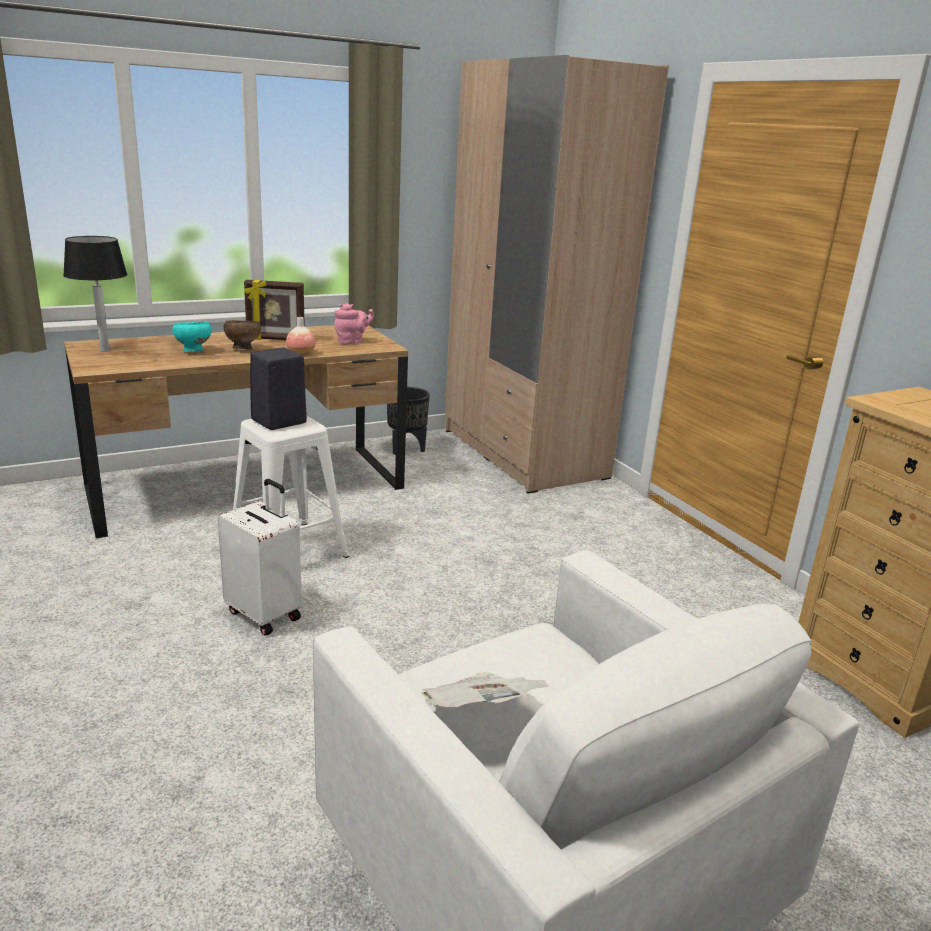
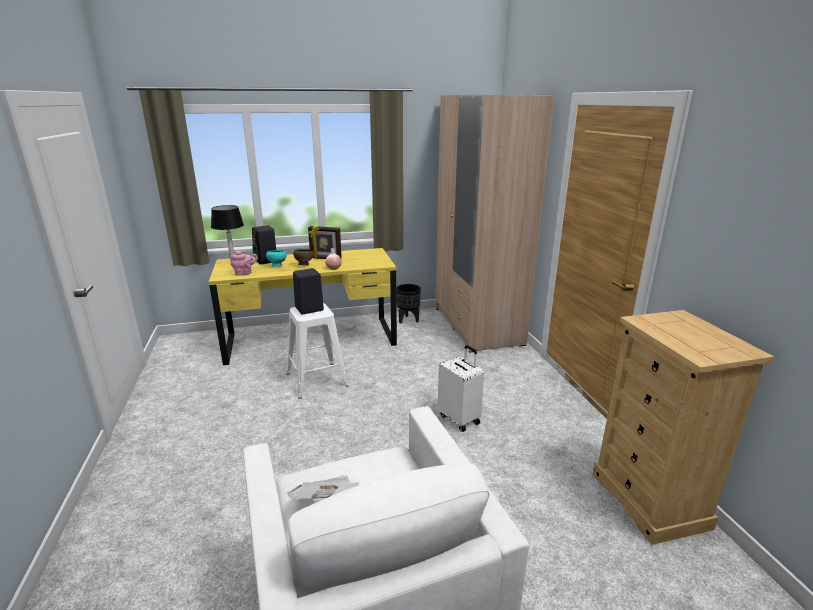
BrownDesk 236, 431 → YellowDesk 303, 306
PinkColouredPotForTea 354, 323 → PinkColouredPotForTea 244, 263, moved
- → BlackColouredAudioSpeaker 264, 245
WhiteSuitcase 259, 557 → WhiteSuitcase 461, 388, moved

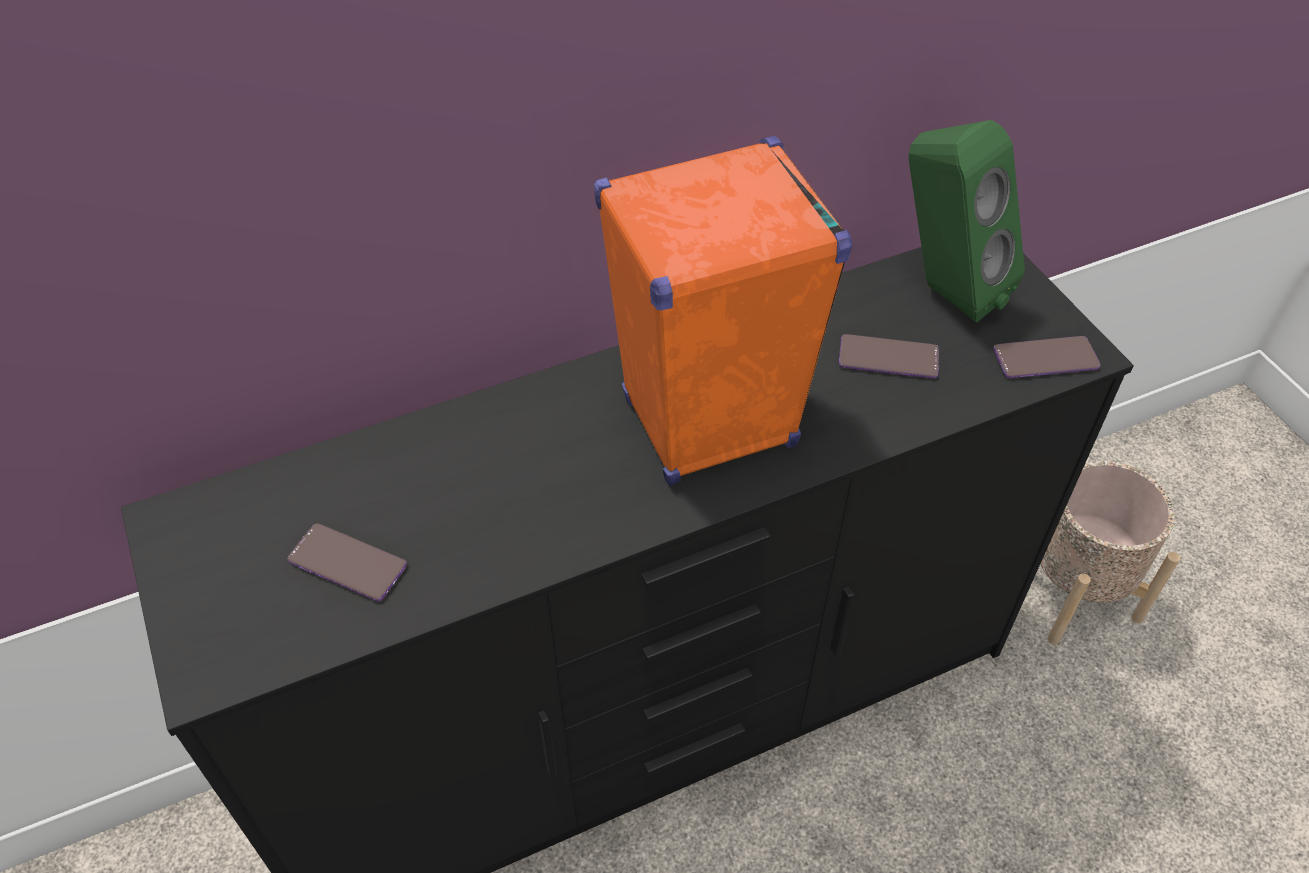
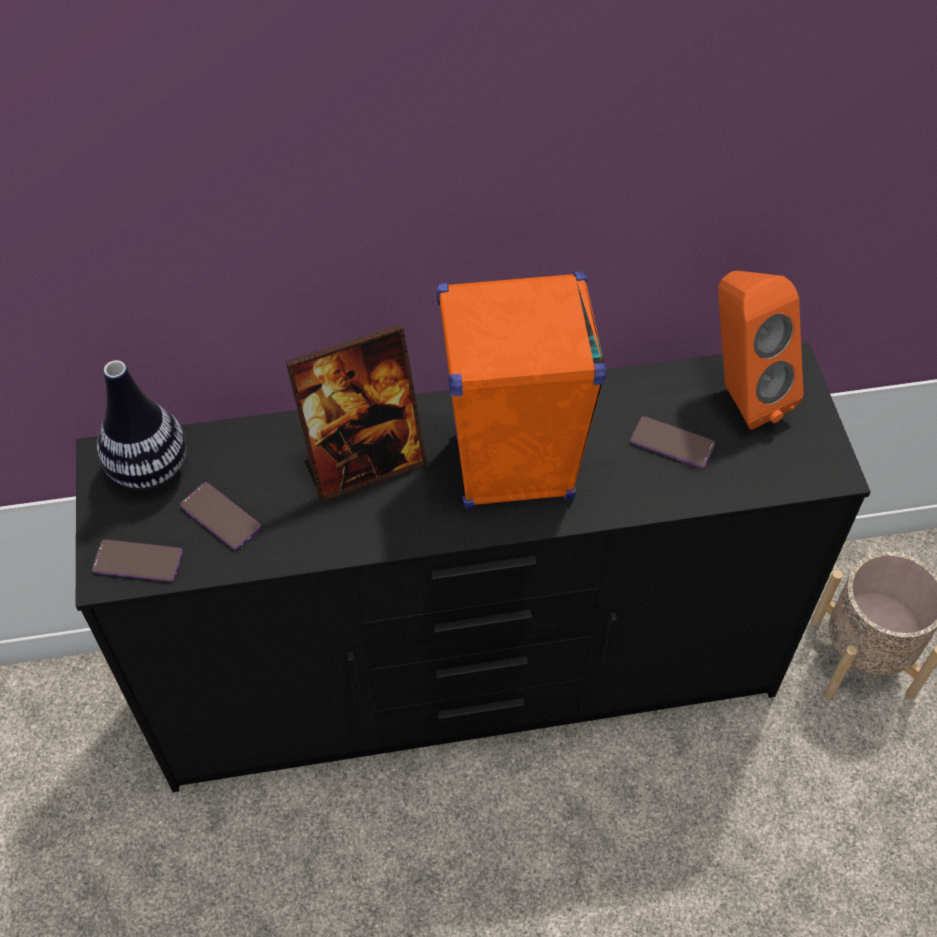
Phone 1046, 357 → Phone 137, 560, moved
- → FlowerVase 142, 424
- → PictureFrame 356, 412
GreenAudioSpeaker 967, 221 → OrangeyAudioSpeaker 761, 350

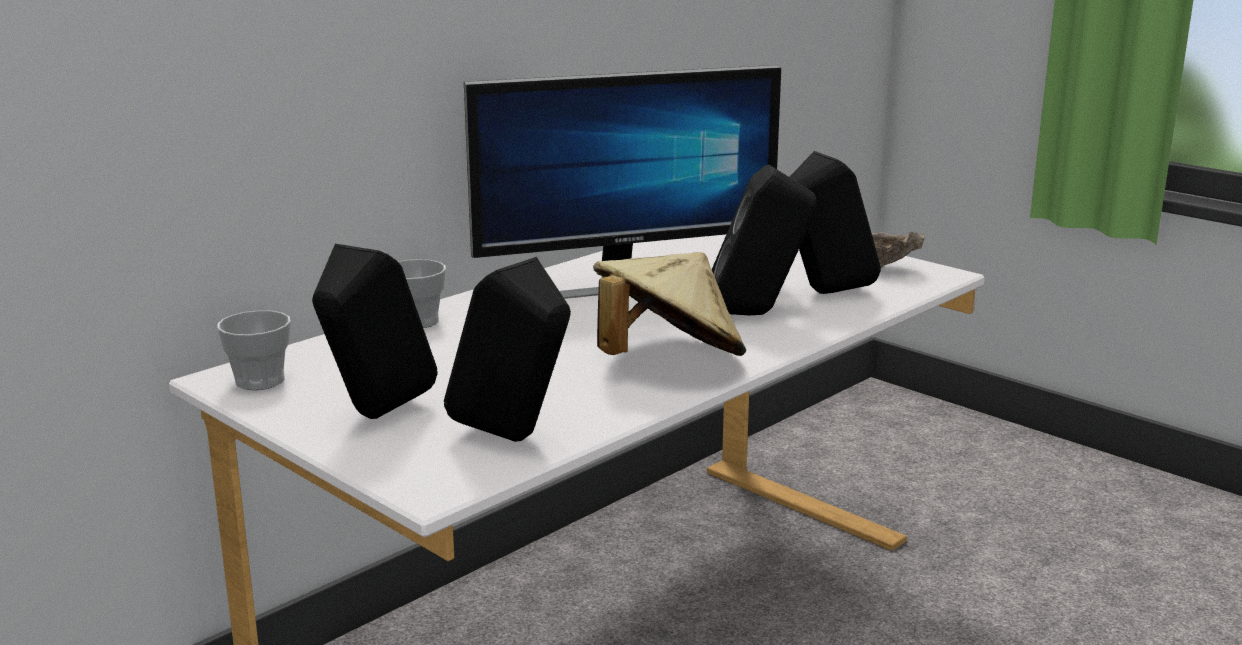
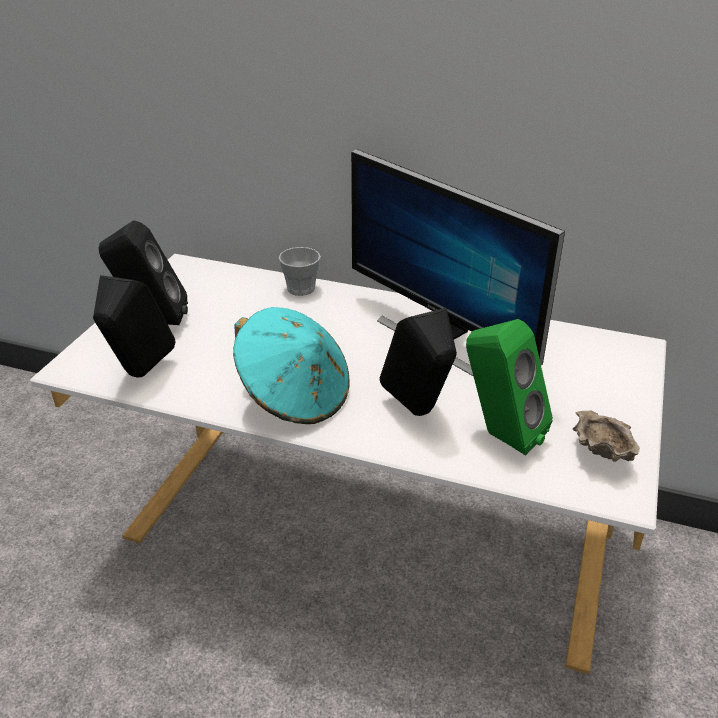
BeigeClothingHat 669, 304 → TurquoiseClothingHat 291, 365
BlackColouredAudioSpeaker 835, 222 → GreenAudioSpeaker 509, 387
SmallCup 254, 350 → -

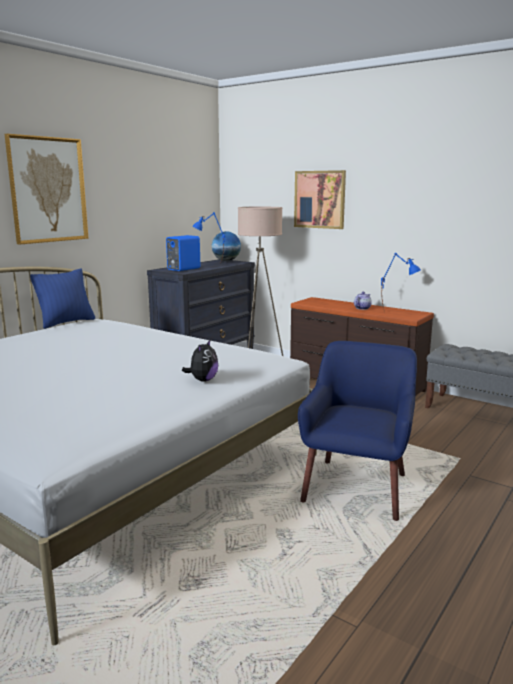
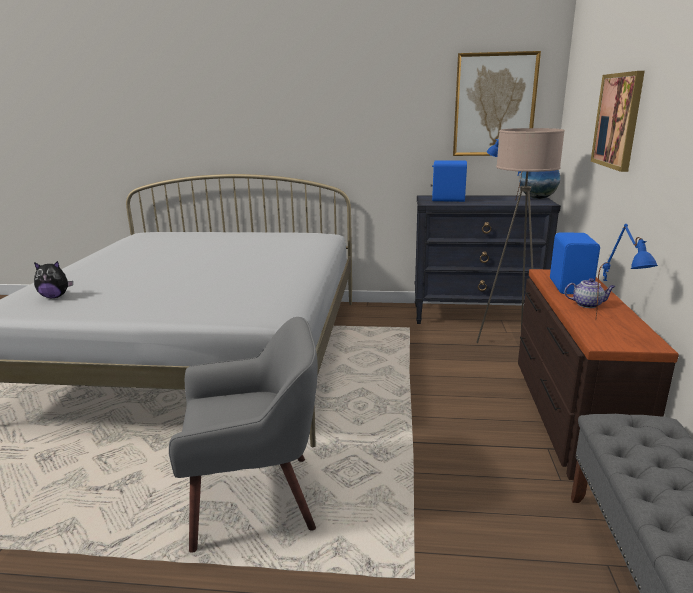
CuddlyToy 200, 361 → CuddlyToy 53, 279, moved
BluishEasyChair 357, 431 → GreyishEasyChair 243, 435
Picture 46, 189 → Picture 497, 103, moved
- → BluishAudioSpeaker 575, 263
BluishCushion 62, 299 → -

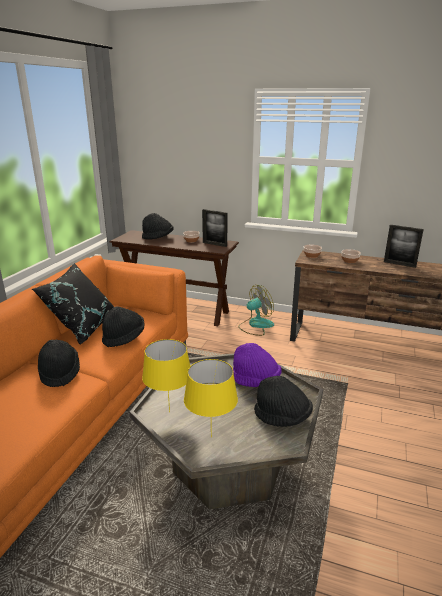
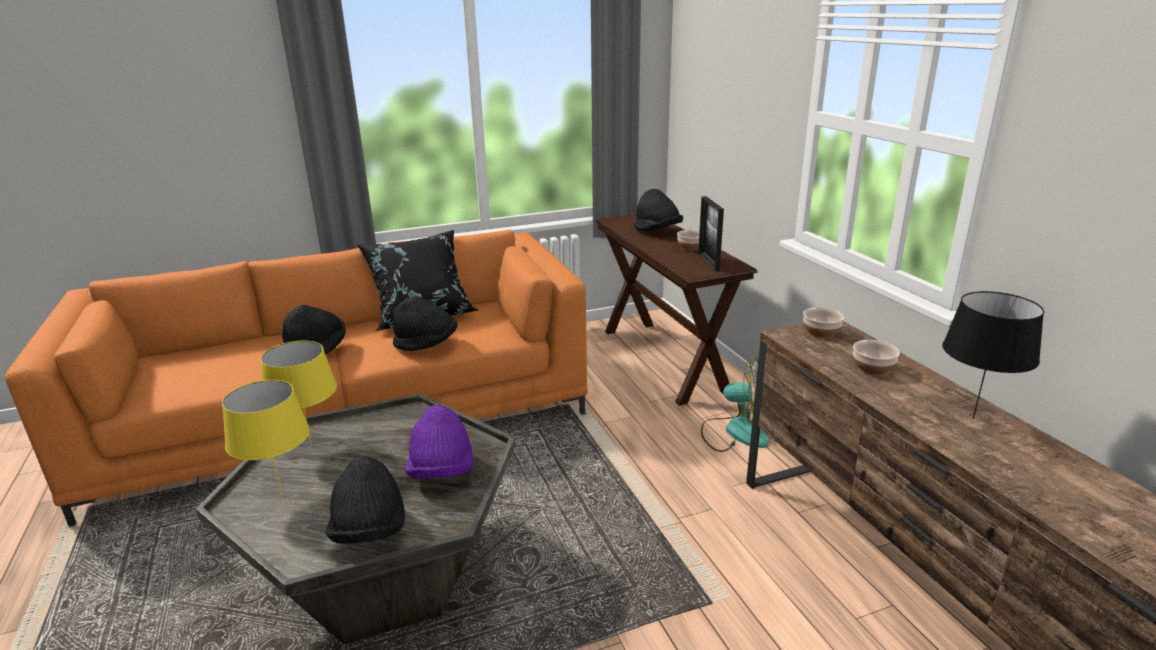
PictureFrame 404, 246 → BlackColouredLampForATable 993, 355

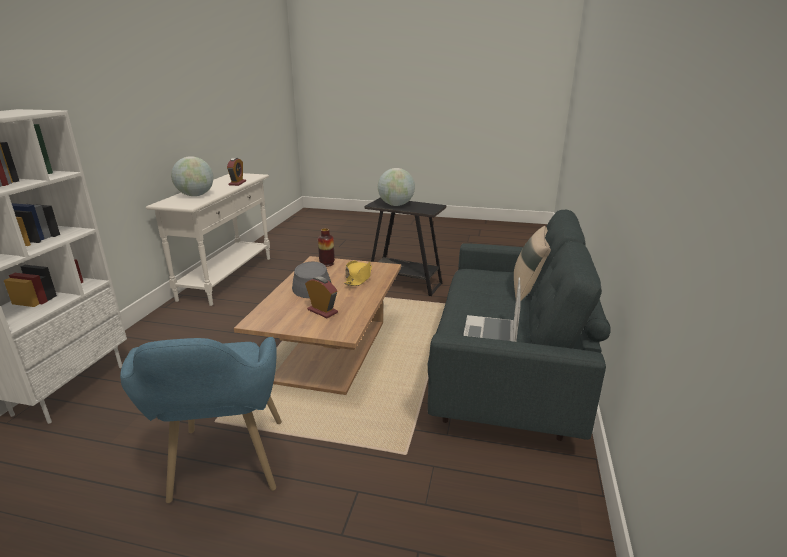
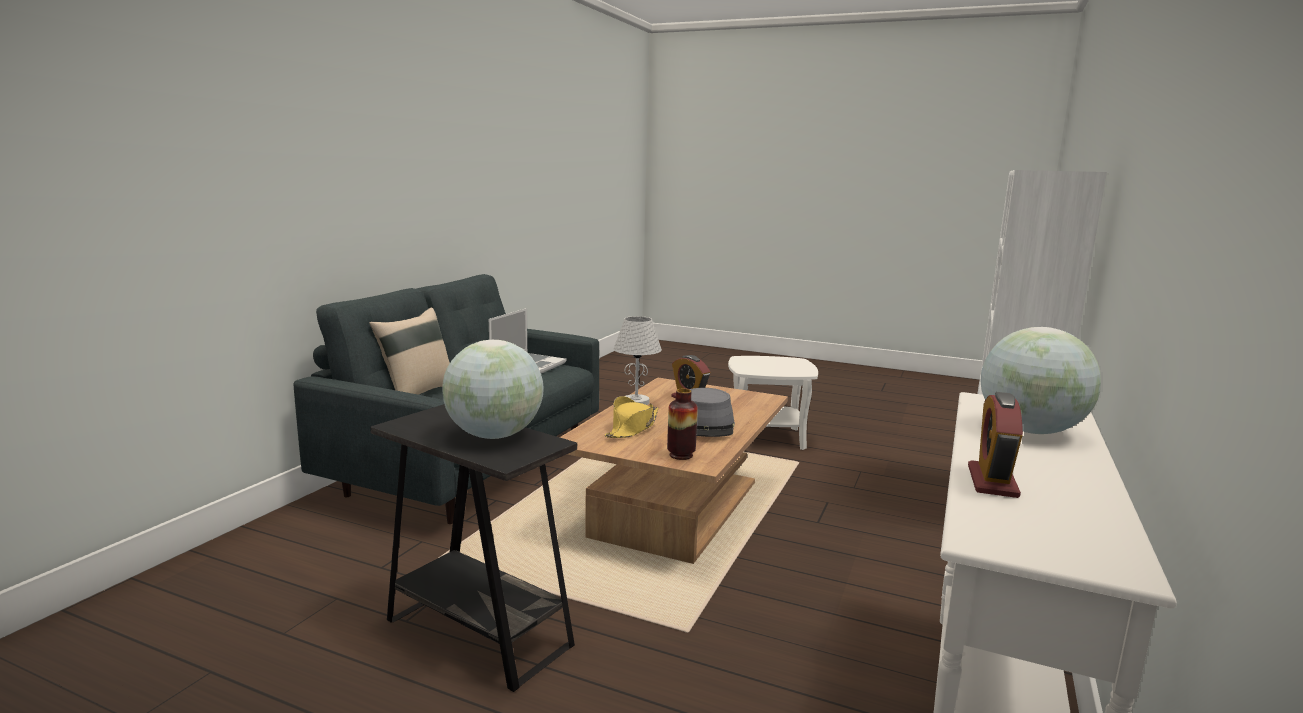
- → WhiteLampForATable 638, 360
BluishEasyChair 201, 420 → WhiteSideTable 773, 403

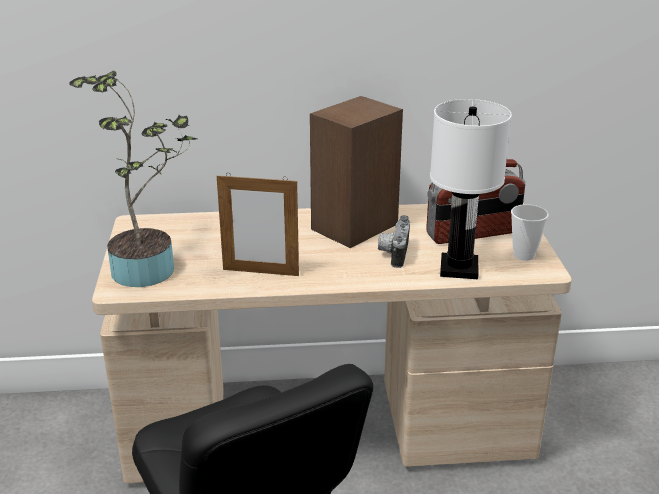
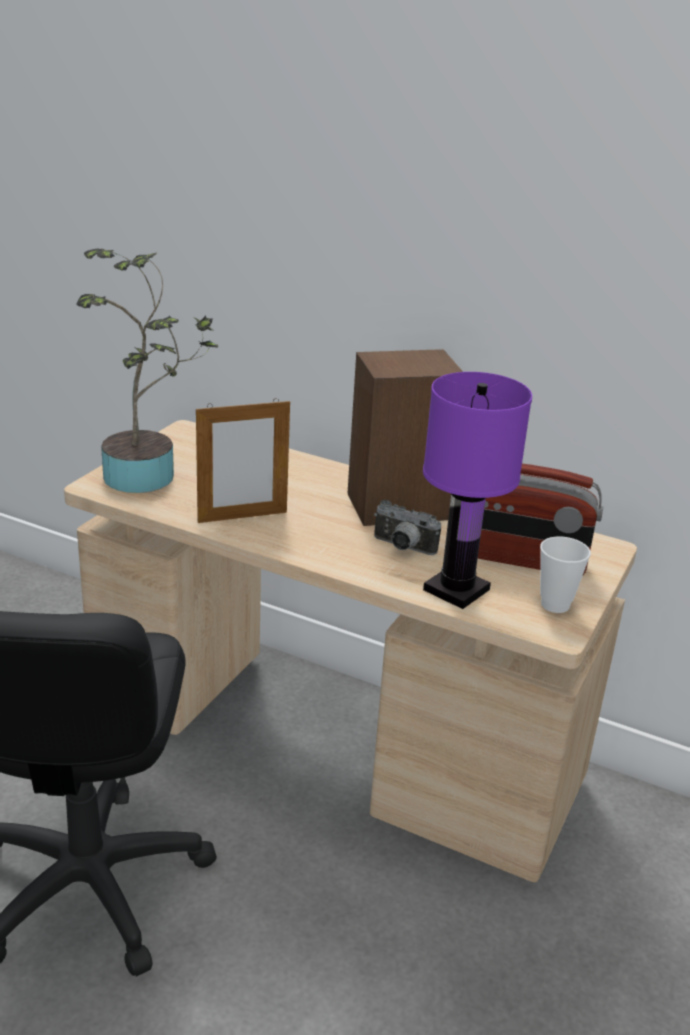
PictureFrame 258, 225 → PictureFrame 243, 460, 60 degrees counterclockwise
PhotoCamera 394, 241 → PhotoCamera 407, 527, 105 degrees counterclockwise
WhiteLampForATable 471, 189 → PurpleColouredLampForATable 477, 490

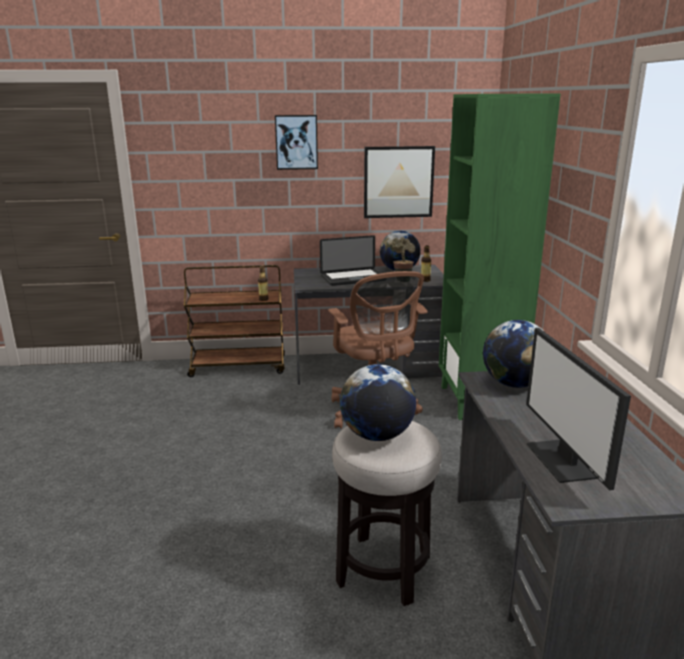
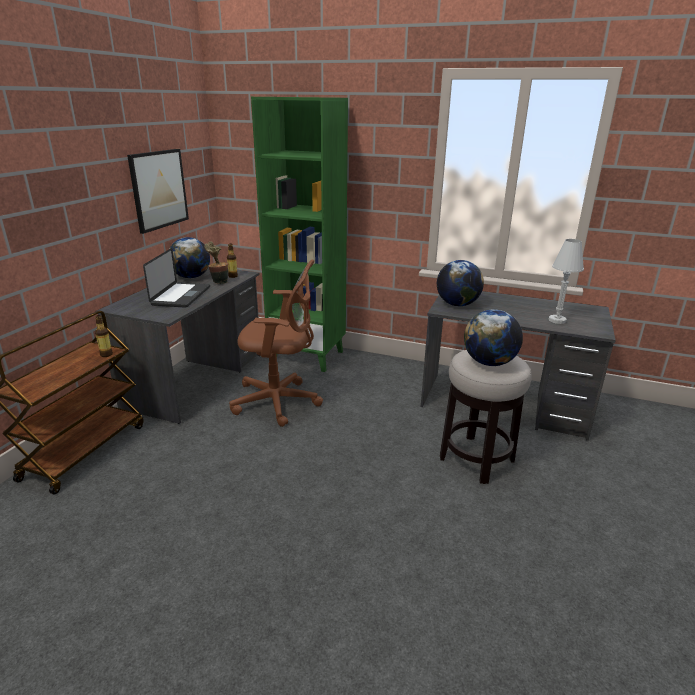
Monitor 578, 409 → WhiteLampForATable 566, 281
Picture 296, 142 → -

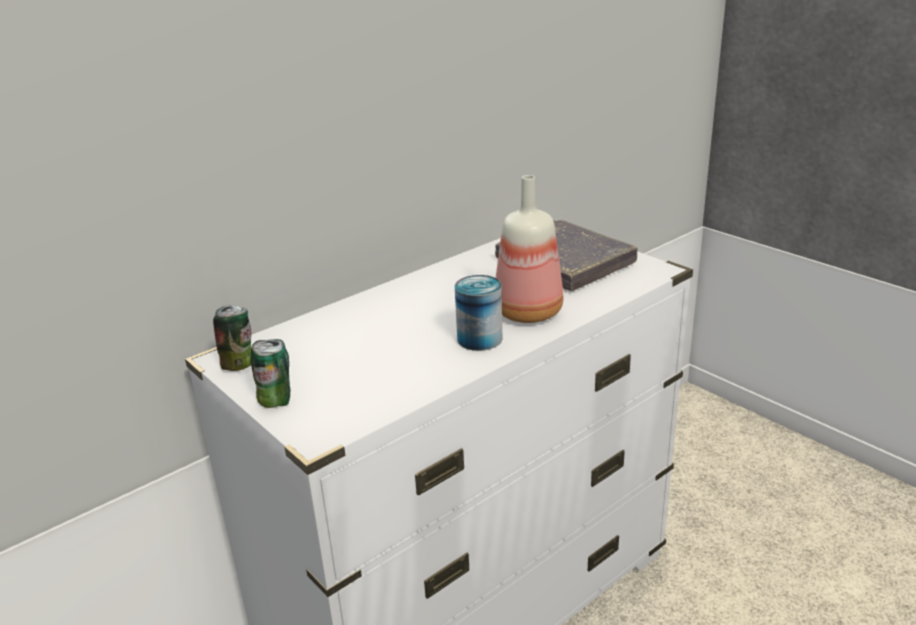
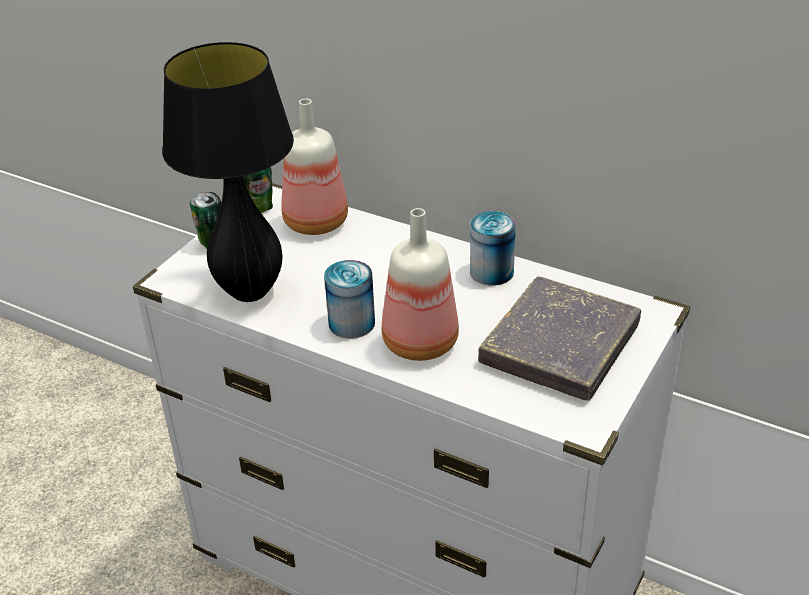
- → BlackColouredLampForATable 228, 172
- → DrinkBottle 314, 167
- → SealedCan 493, 248

